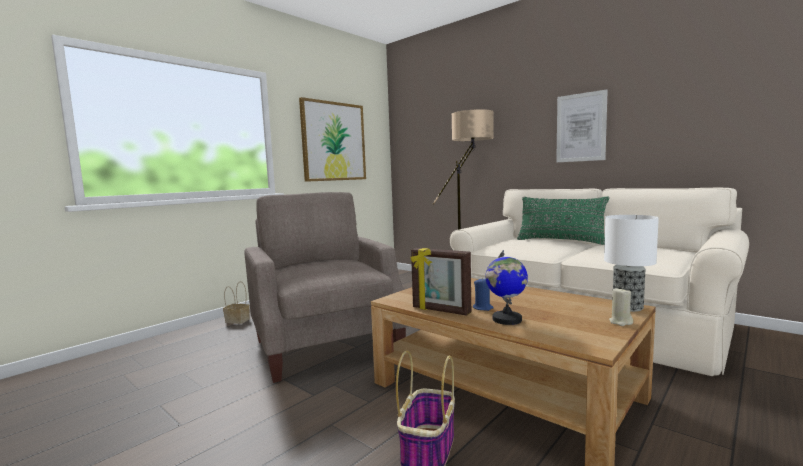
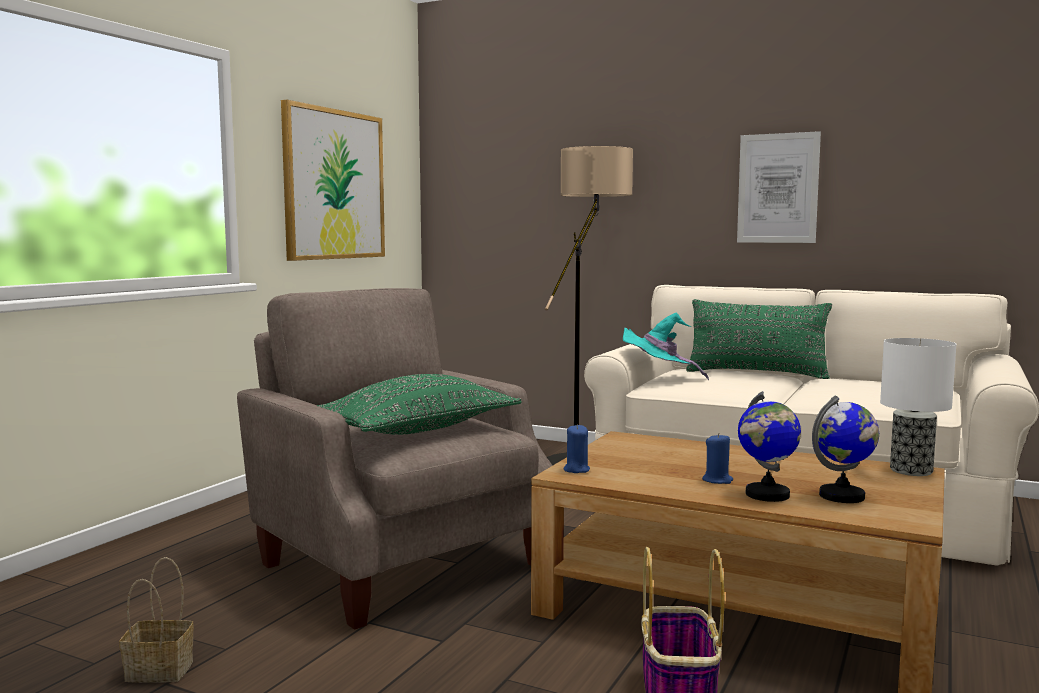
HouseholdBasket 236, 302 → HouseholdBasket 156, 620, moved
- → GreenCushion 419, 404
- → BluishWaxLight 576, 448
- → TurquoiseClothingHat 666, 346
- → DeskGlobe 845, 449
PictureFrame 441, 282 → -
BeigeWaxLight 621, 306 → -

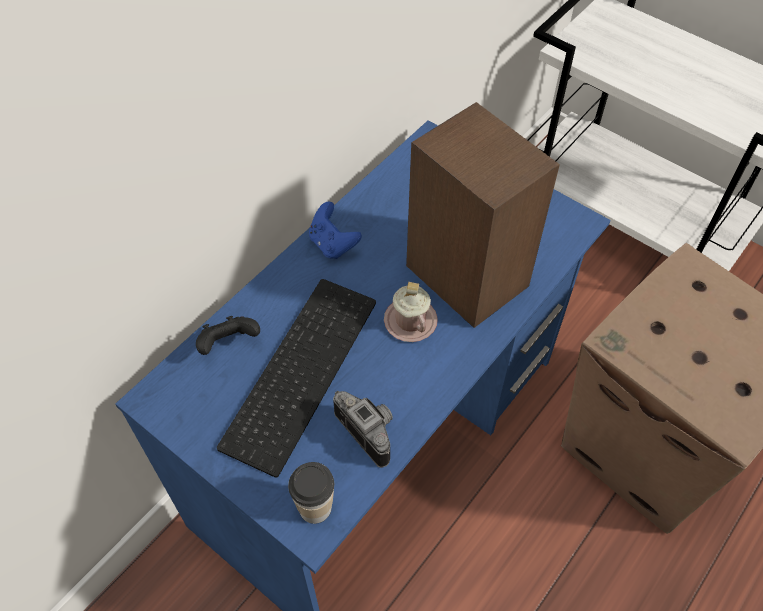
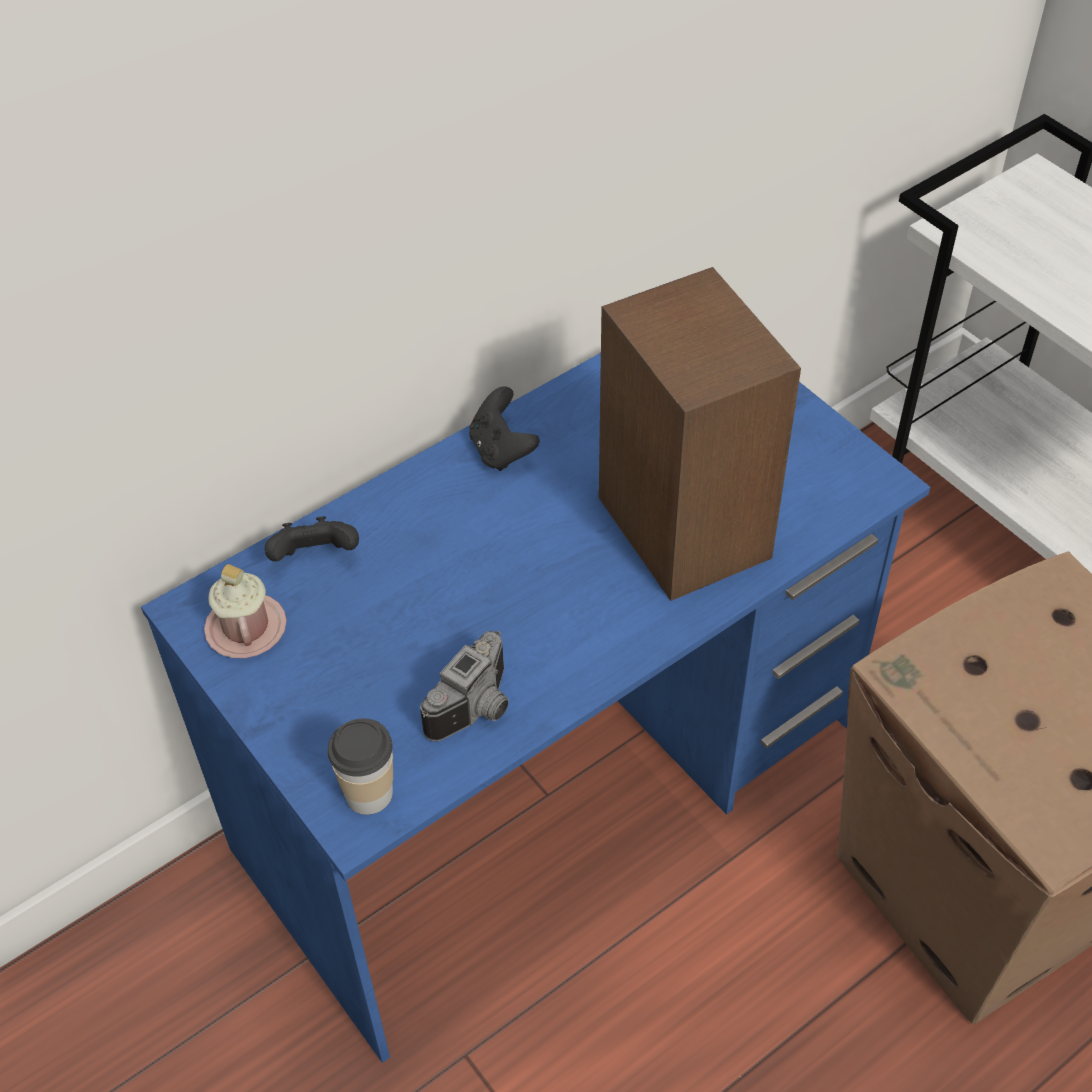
PinkColouredTeaMug 411, 312 → PinkColouredTeaMug 245, 611, moved
PhotoCamera 363, 429 → PhotoCamera 464, 686, 60 degrees clockwise
BluishGamepad 335, 230 → BlackColouredGamepad 504, 429
Keyboard 296, 378 → -

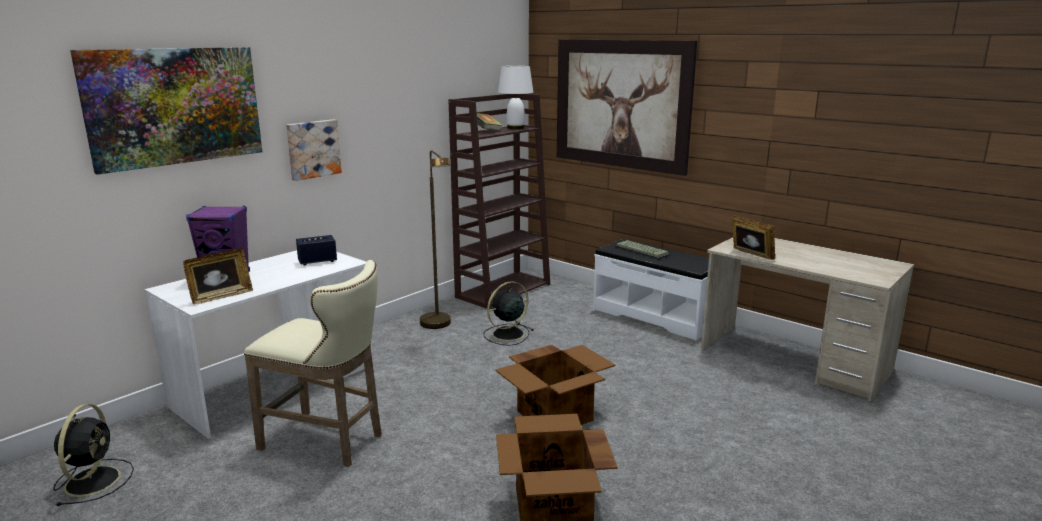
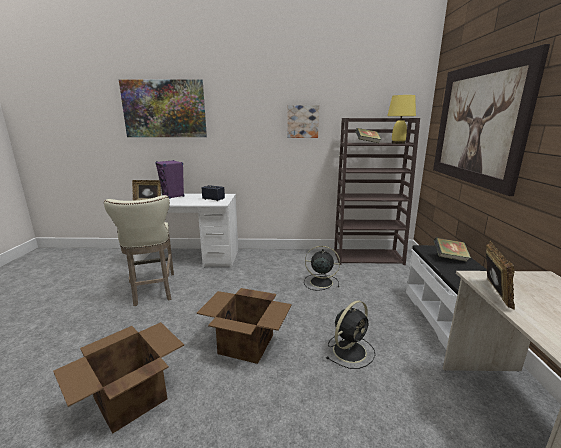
Picture 314, 150 → Picture 303, 121, moved
BlackColouredElectricFan 93, 455 → BlackColouredElectricFan 350, 334, moved
WhiteLampForATable 515, 97 → YellowLampForATable 401, 119
Keyboard 642, 249 → Book 452, 249
BrownStandingLamp 435, 239 → -

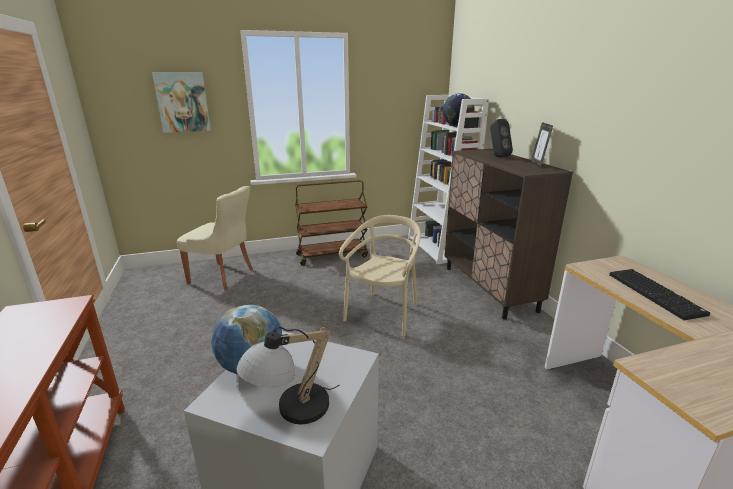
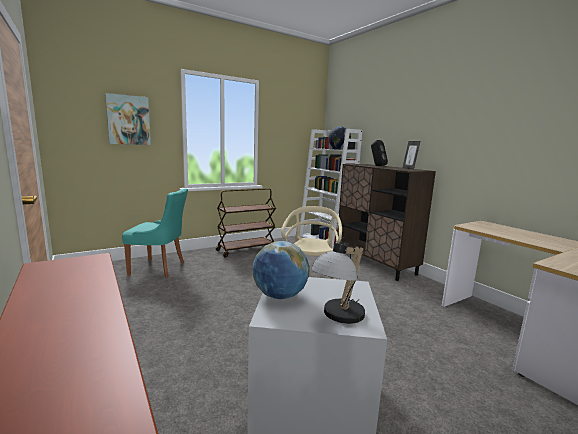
BeigeChair 215, 238 → TurquoiseChair 155, 233
Keyboard 659, 294 → -

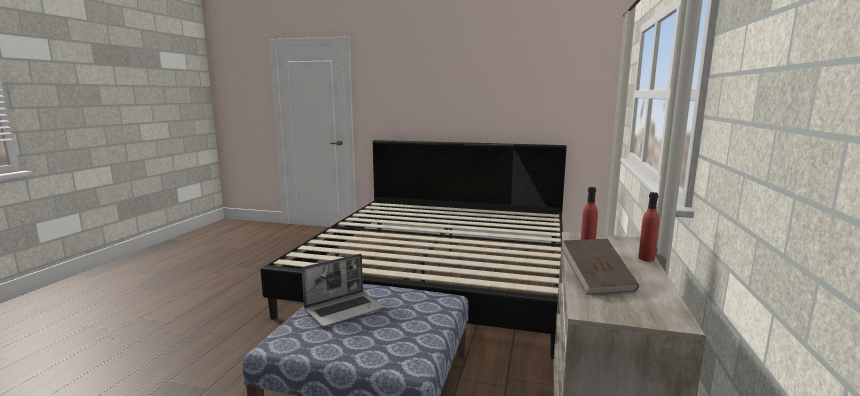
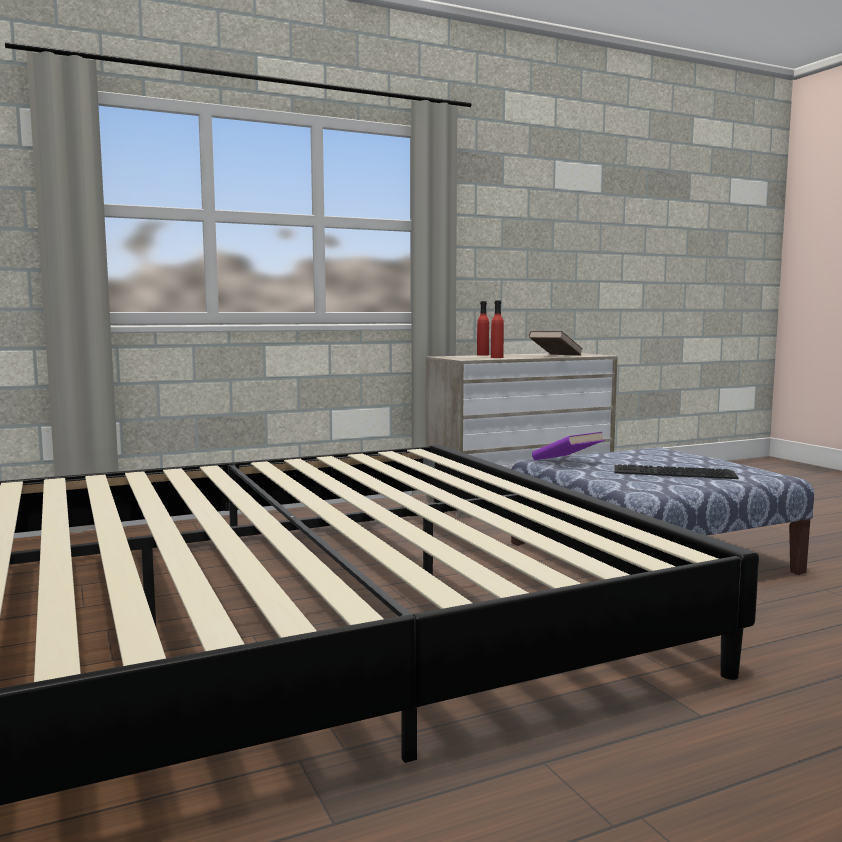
- → PurpleColouredBook 568, 446
NotebookComputer 343, 290 → Keyboard 676, 471

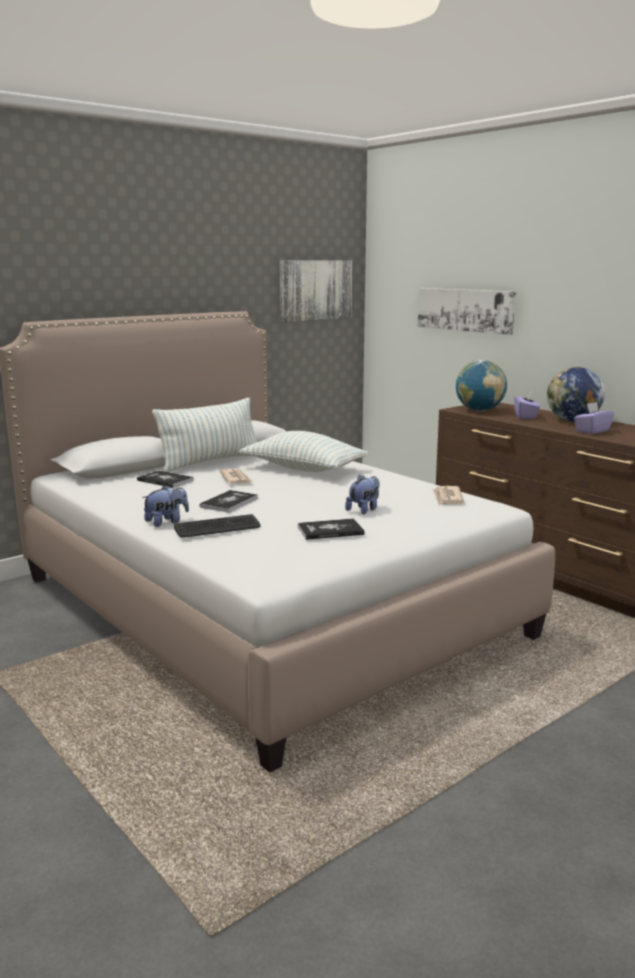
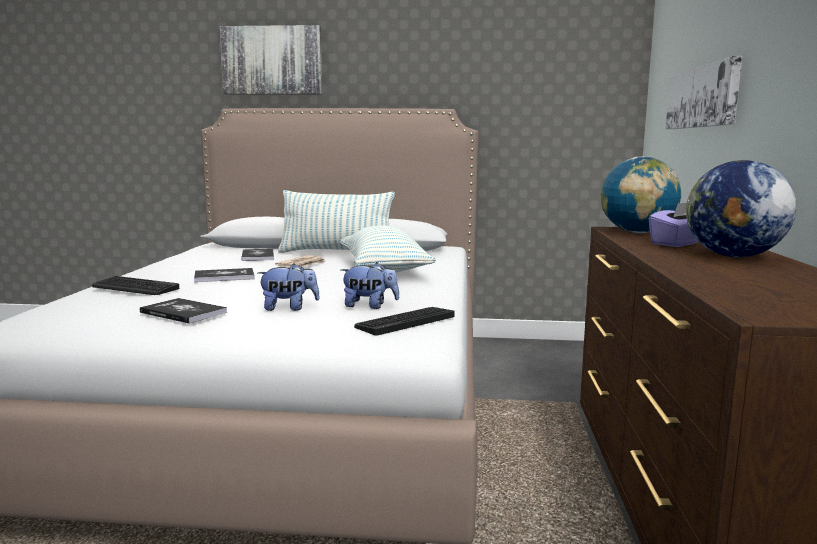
Picture 316, 291 → Picture 271, 59, moved
CuddlyToy 165, 506 → CuddlyToy 370, 285, moved
PrintedPaper 448, 496 → Keyboard 404, 321
PurpleColouredTissueHolder 594, 418 → -

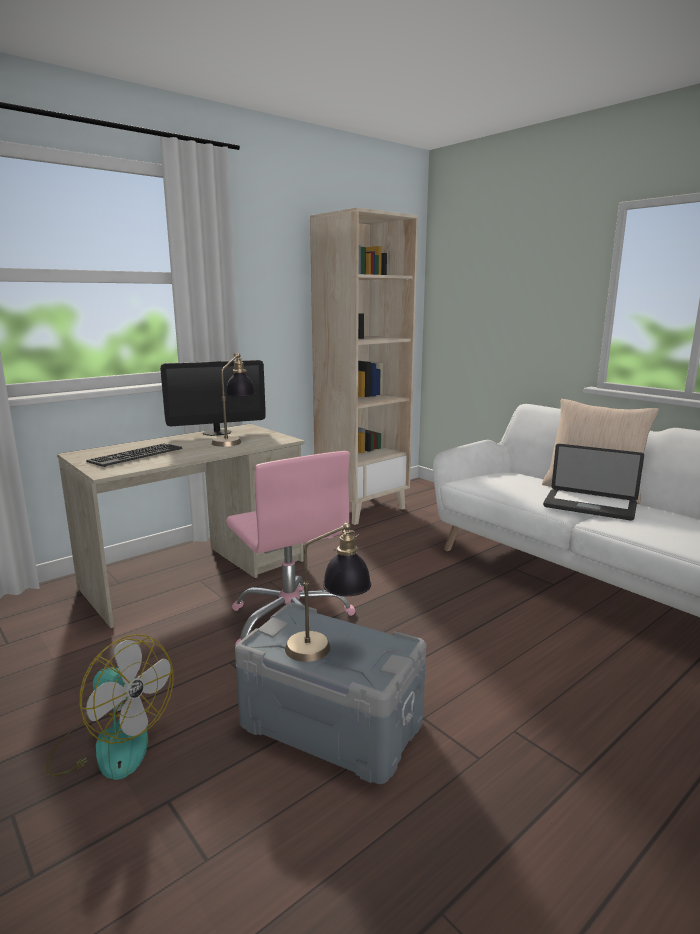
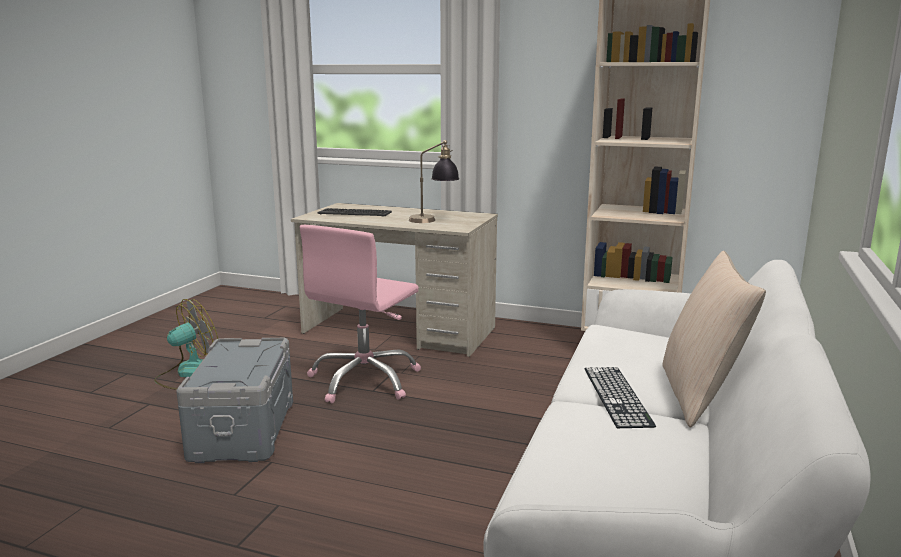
ElectricFan 110, 707 → ElectricFan 186, 344, 135 degrees counterclockwise
NotebookComputer 593, 482 → Keyboard 620, 397
Monitor 213, 398 → -
LampForATable 328, 591 → -

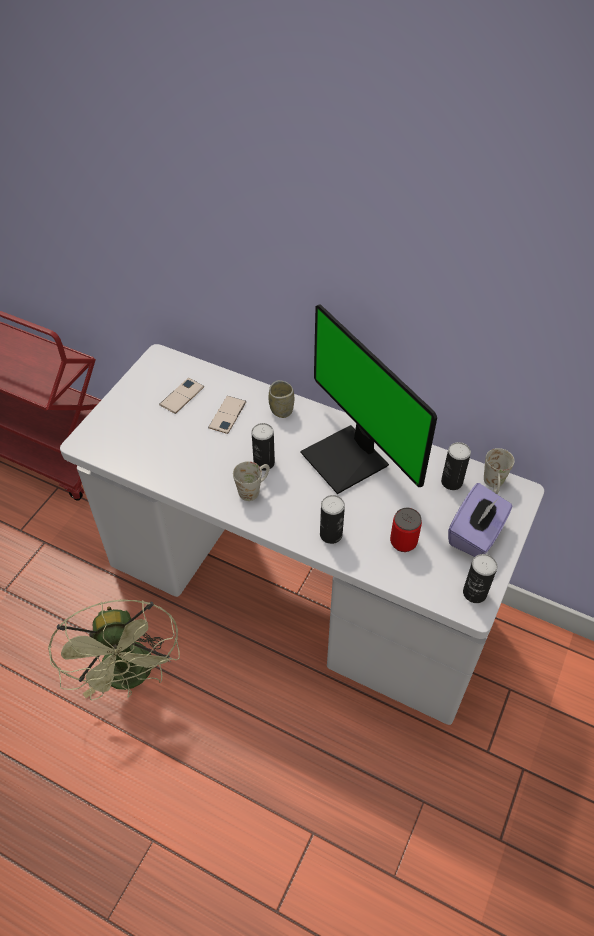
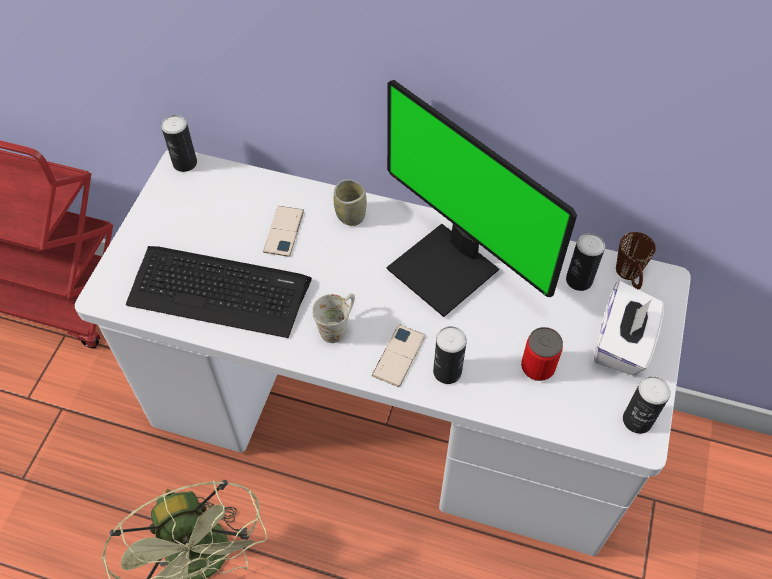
- → Keyboard 219, 292
SealedCan 263, 447 → SealedCan 179, 143, moved
Phone 181, 396 → Phone 398, 355, moved
PurpleColouredTissueHolder 480, 520 → WhiteTissueHolder 629, 328
WhiteTeaMug 499, 471 → BrownTeaMug 636, 260

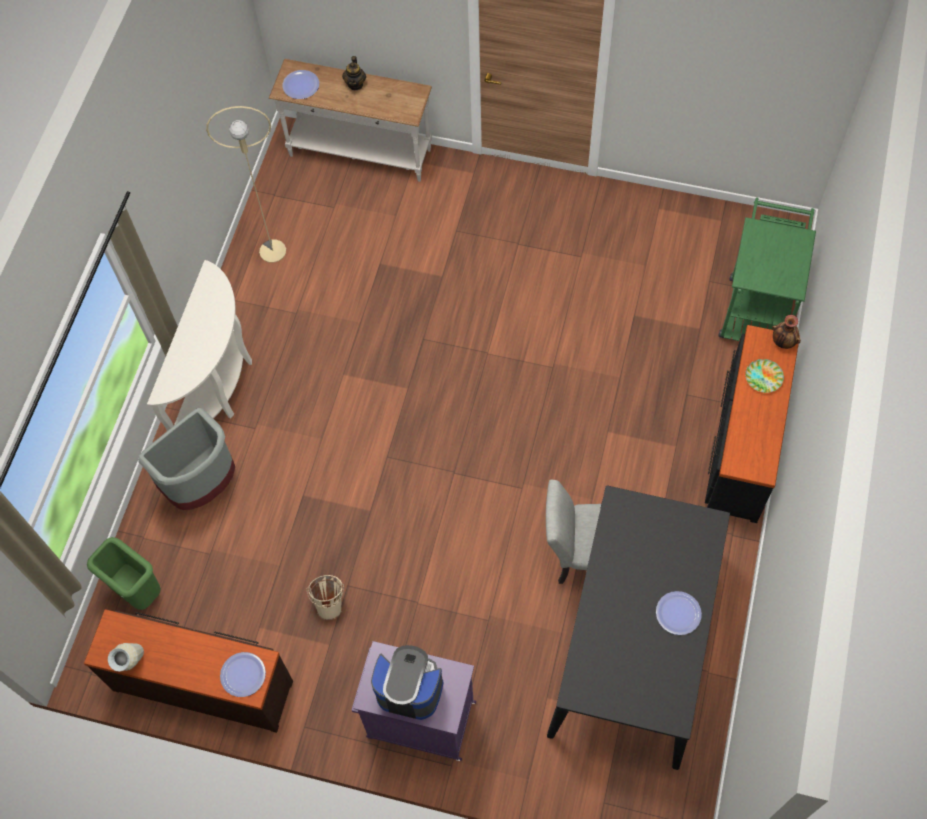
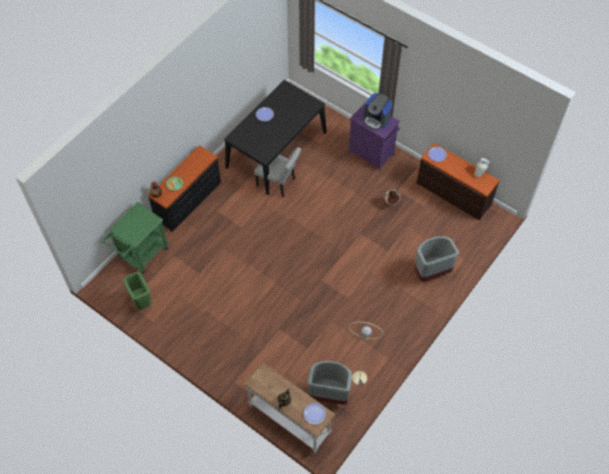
GreenWasteBin 124, 573 → GreenWasteBin 137, 291, moved
- → GreyishWasteBin 329, 382
WhiteConsoleTable 199, 345 → -

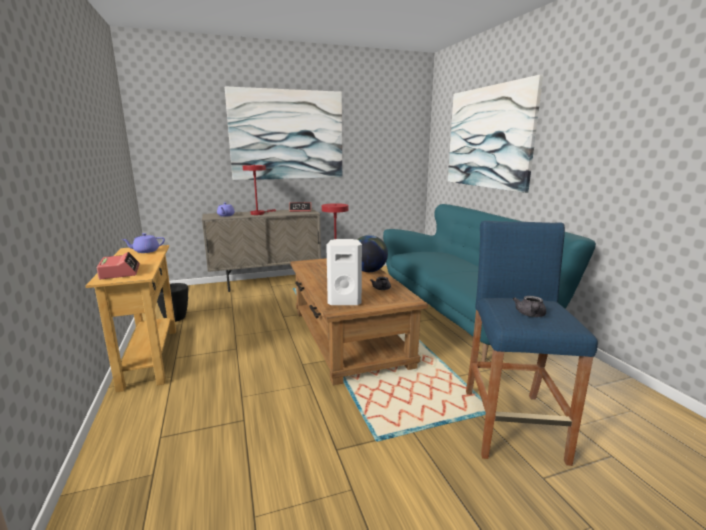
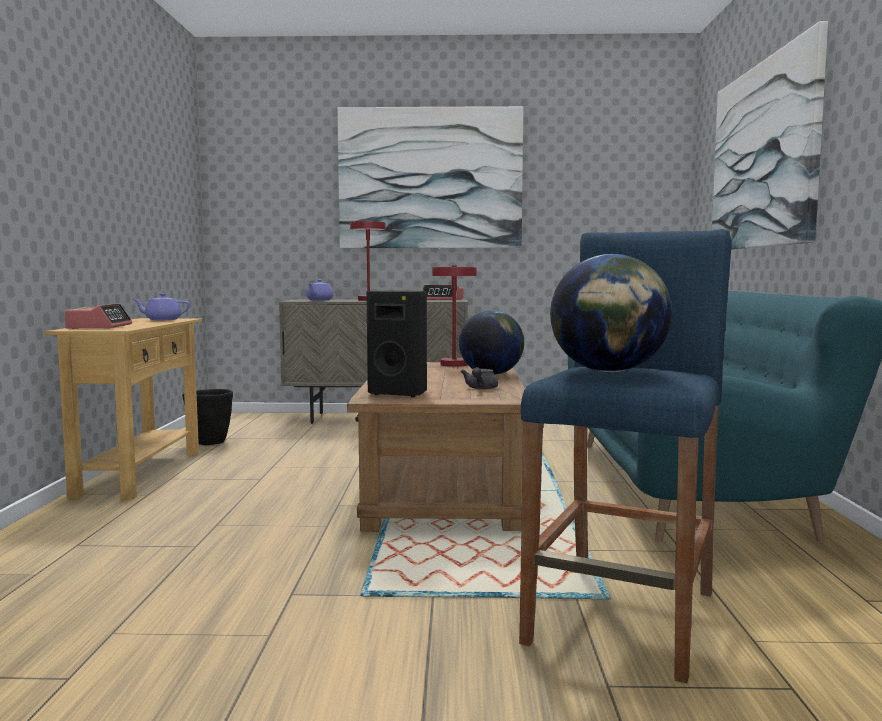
WhiteAudioSpeaker 344, 272 → BlackColouredAudioSpeaker 397, 344
GreyishPotForTea 529, 306 → DeskGlobe 611, 313

